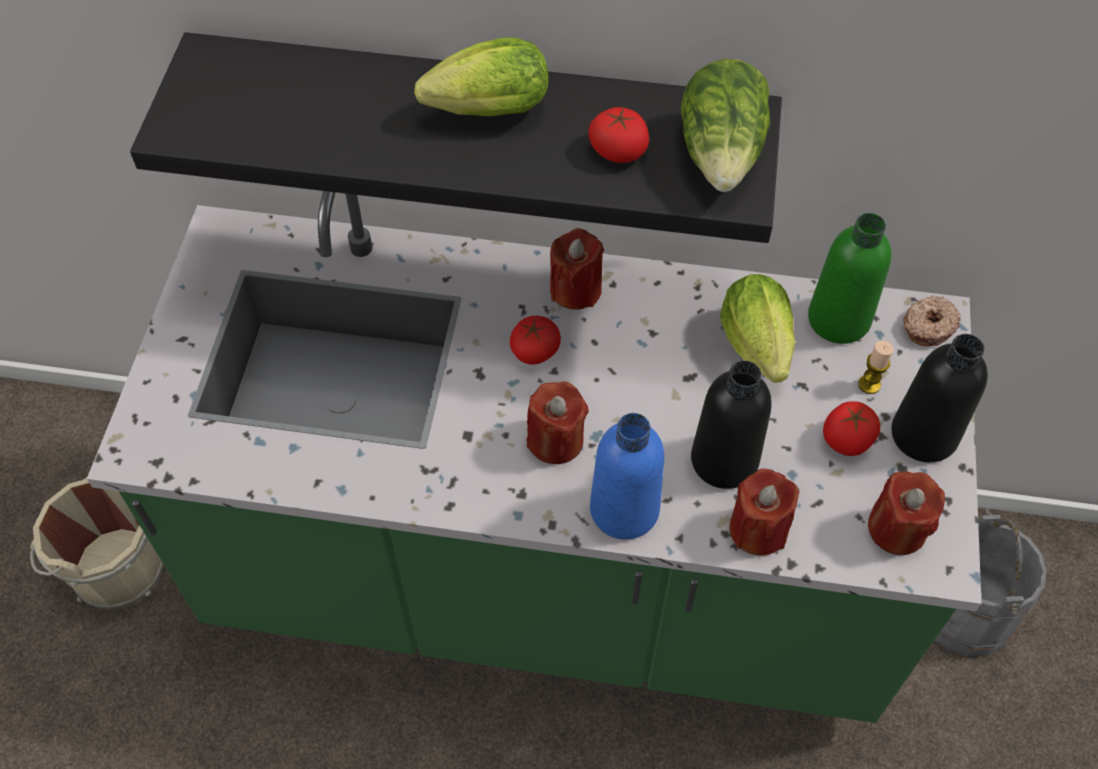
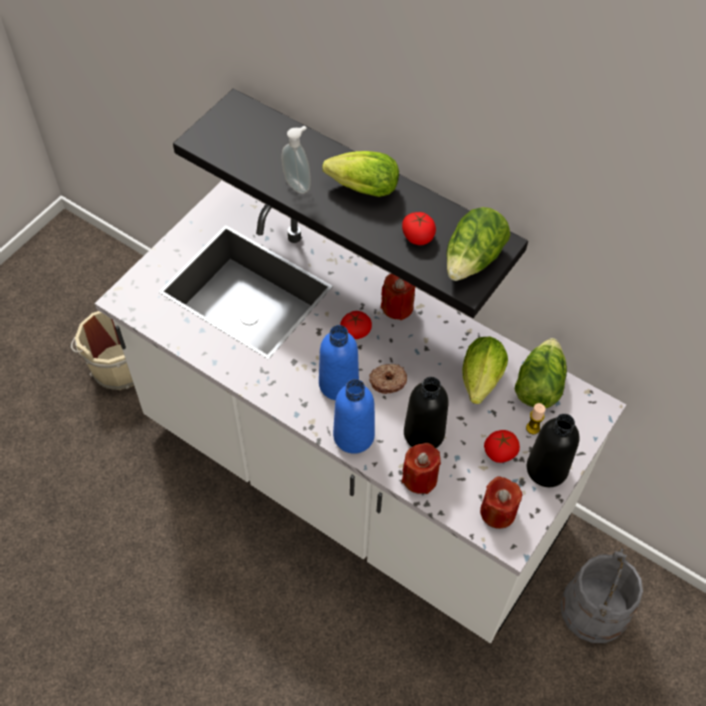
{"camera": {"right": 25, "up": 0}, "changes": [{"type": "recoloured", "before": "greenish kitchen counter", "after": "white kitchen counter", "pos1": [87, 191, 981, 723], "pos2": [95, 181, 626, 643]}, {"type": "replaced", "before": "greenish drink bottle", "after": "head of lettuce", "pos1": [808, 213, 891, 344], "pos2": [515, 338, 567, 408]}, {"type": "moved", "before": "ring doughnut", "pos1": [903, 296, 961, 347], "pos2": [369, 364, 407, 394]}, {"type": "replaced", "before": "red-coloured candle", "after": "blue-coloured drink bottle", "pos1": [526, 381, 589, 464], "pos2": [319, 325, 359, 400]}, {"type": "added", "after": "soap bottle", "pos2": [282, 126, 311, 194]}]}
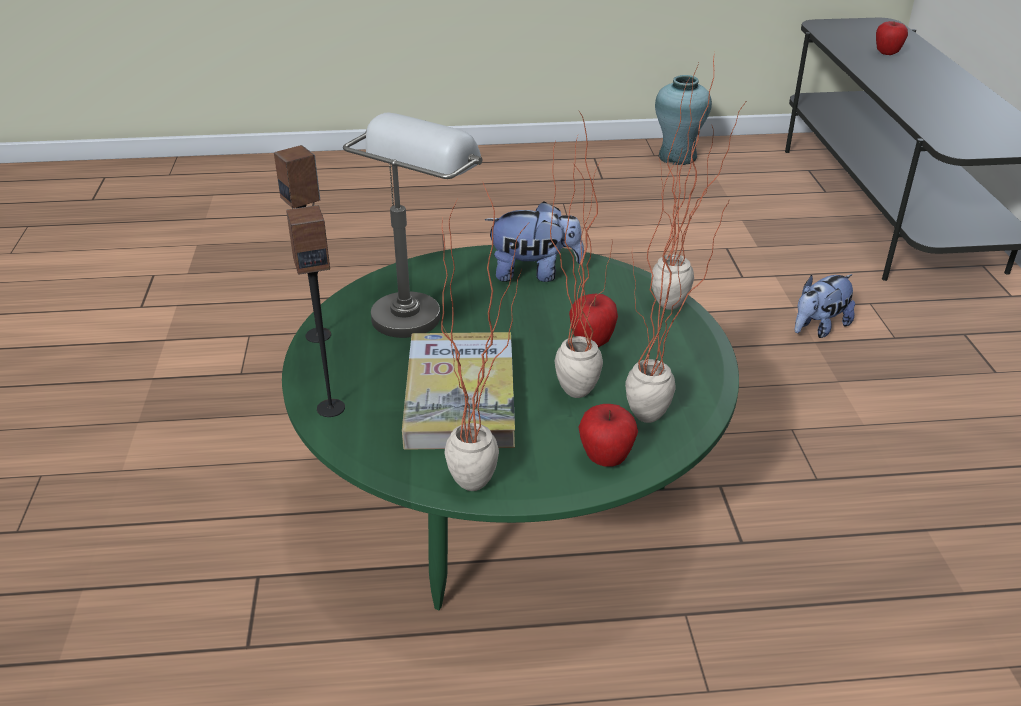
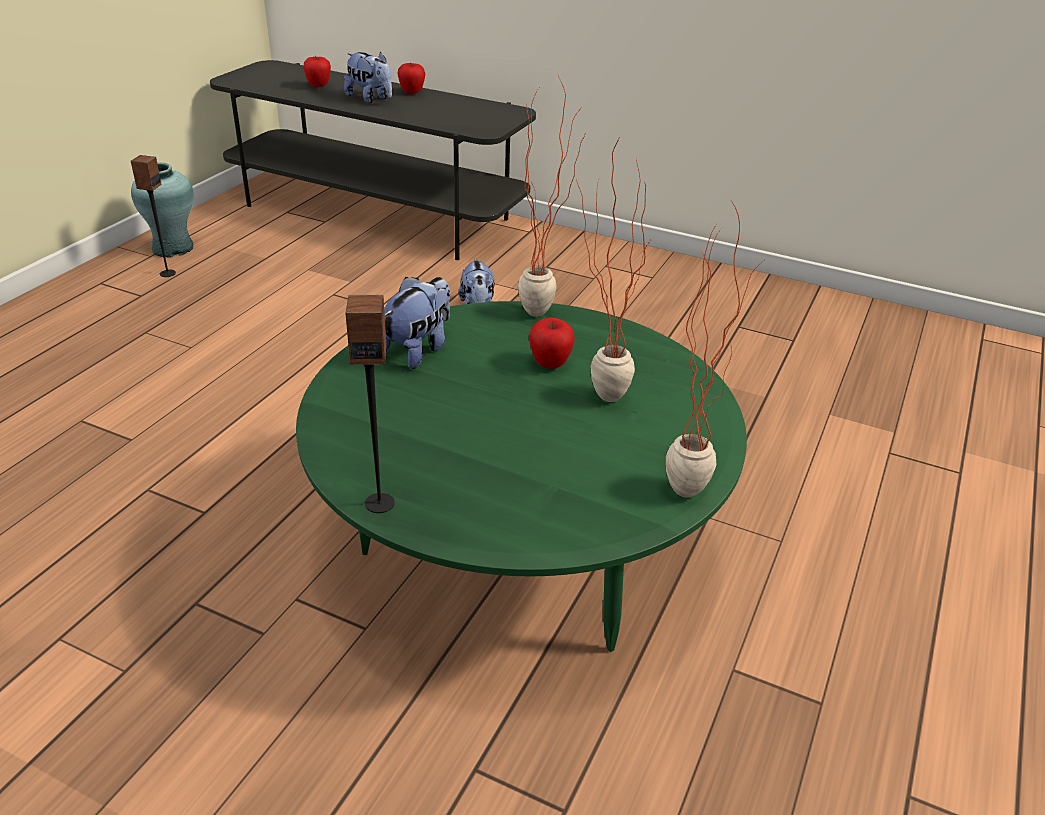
{"camera": {"right": -60, "up": 0}, "changes": [{"type": "removed", "before": "gray lamp for a table", "pos1": [343, 113, 482, 338]}, {"type": "removed", "before": "houseplant", "pos1": [625, 140, 729, 423]}, {"type": "moved", "before": "loudspeaker", "pos1": [286, 205, 345, 417], "pos2": [131, 155, 176, 277]}, {"type": "removed", "before": "book", "pos1": [402, 332, 515, 450]}, {"type": "moved", "before": "apple fruit", "pos1": [578, 404, 638, 467], "pos2": [397, 62, 425, 94]}, {"type": "added", "after": "soft toy", "pos2": [344, 52, 392, 103]}]}
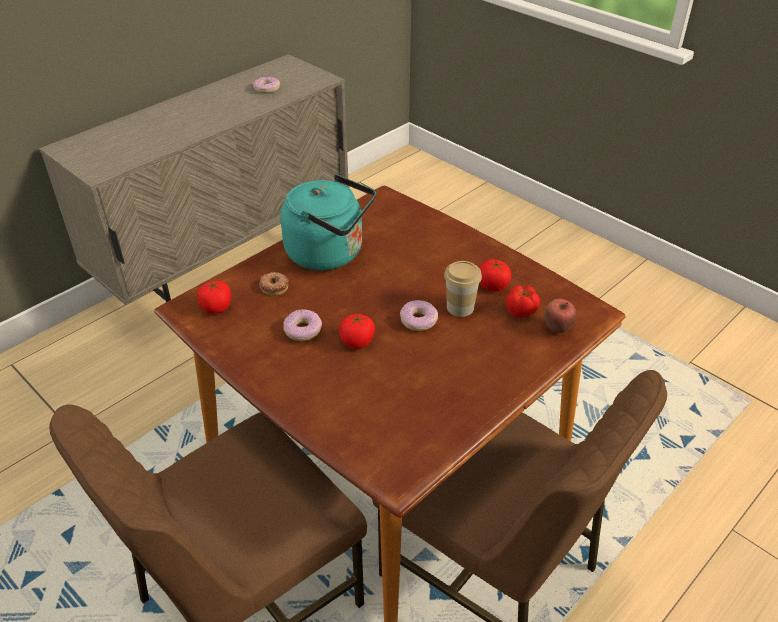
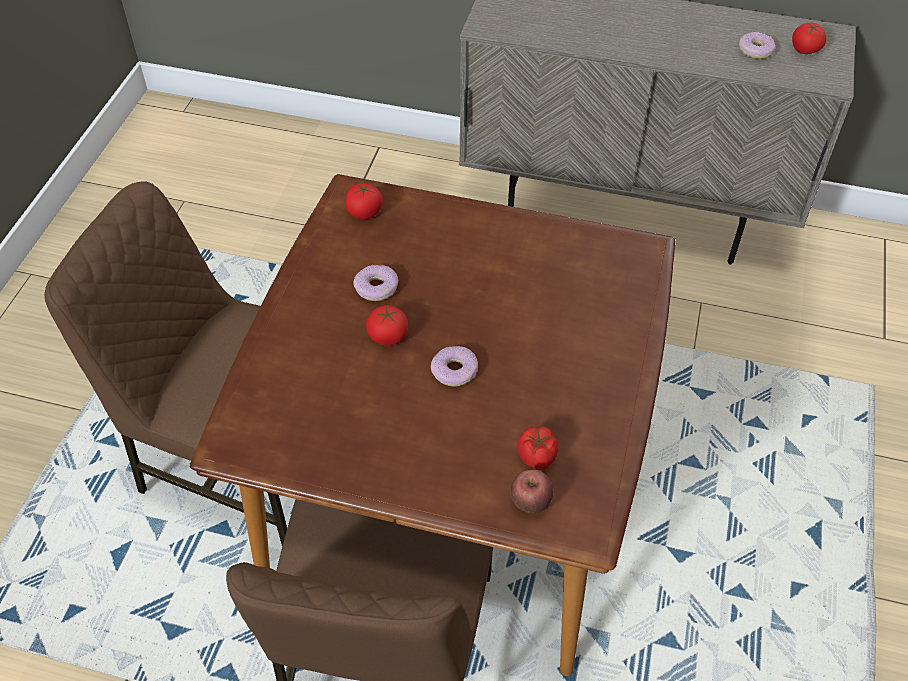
{"camera": {"right": 60, "up": 10}, "changes": [{"type": "removed", "before": "blue-green kettle", "pos1": [280, 174, 376, 270]}, {"type": "moved", "before": "whole tomato", "pos1": [479, 259, 511, 292], "pos2": [792, 23, 826, 54]}, {"type": "removed", "before": "drinking cup", "pos1": [444, 261, 482, 317]}, {"type": "removed", "before": "ring doughnut", "pos1": [259, 272, 288, 296]}]}
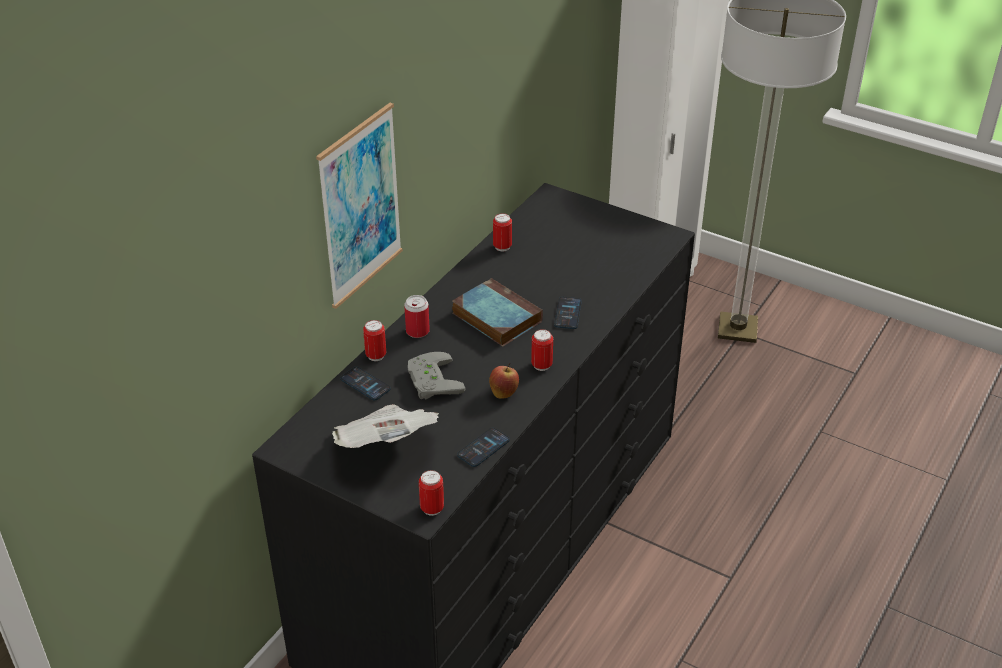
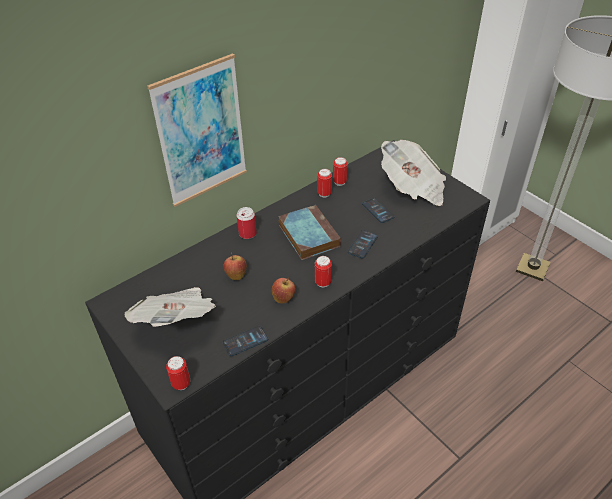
{"camera": {"right": 20, "up": 5}, "changes": [{"type": "moved", "before": "can", "pos1": [363, 320, 386, 361], "pos2": [317, 169, 332, 198]}, {"type": "replaced", "before": "gray game controller", "after": "apple fruit", "pos1": [408, 352, 466, 399], "pos2": [224, 253, 247, 280]}, {"type": "moved", "before": "handset", "pos1": [340, 367, 391, 401], "pos2": [362, 198, 394, 223]}, {"type": "added", "after": "daily paper", "pos2": [381, 140, 446, 206]}]}
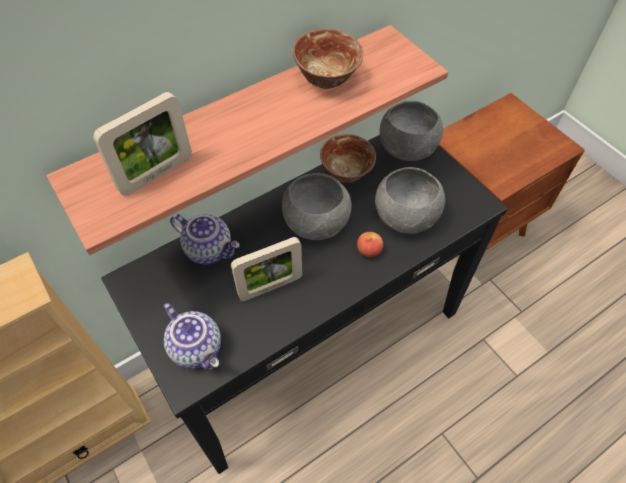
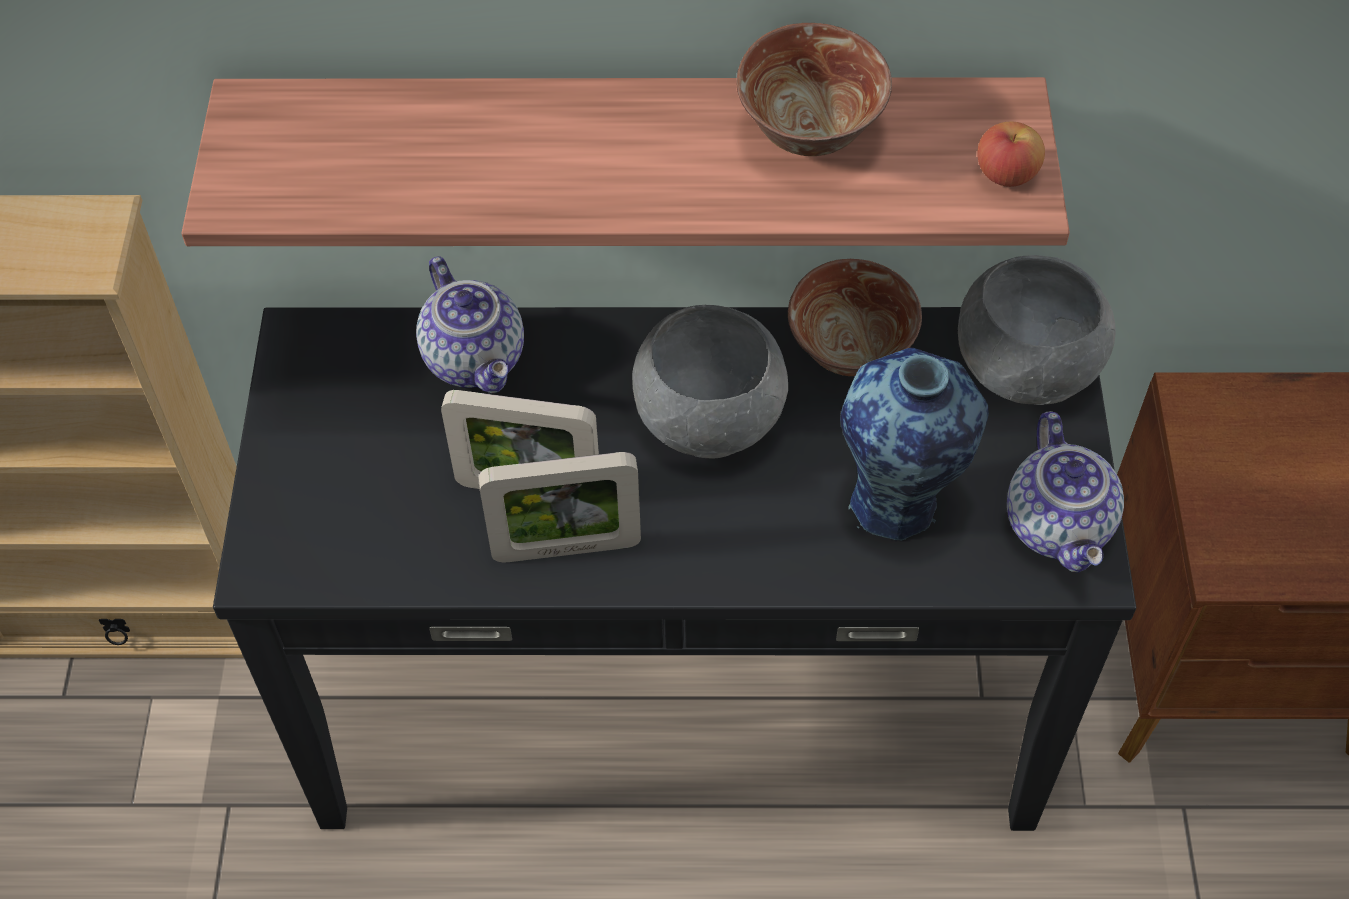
{"camera": {"right": 35, "up": 0}, "changes": [{"type": "moved", "before": "picture frame", "pos1": [93, 92, 192, 196], "pos2": [479, 452, 641, 563]}, {"type": "replaced", "before": "gray deep dish", "after": "decorative vase", "pos1": [375, 167, 445, 234], "pos2": [840, 348, 989, 541]}, {"type": "moved", "before": "apple fruit", "pos1": [357, 232, 383, 257], "pos2": [977, 121, 1045, 187]}, {"type": "moved", "before": "pot for tea", "pos1": [163, 303, 221, 370], "pos2": [1007, 411, 1124, 573]}]}
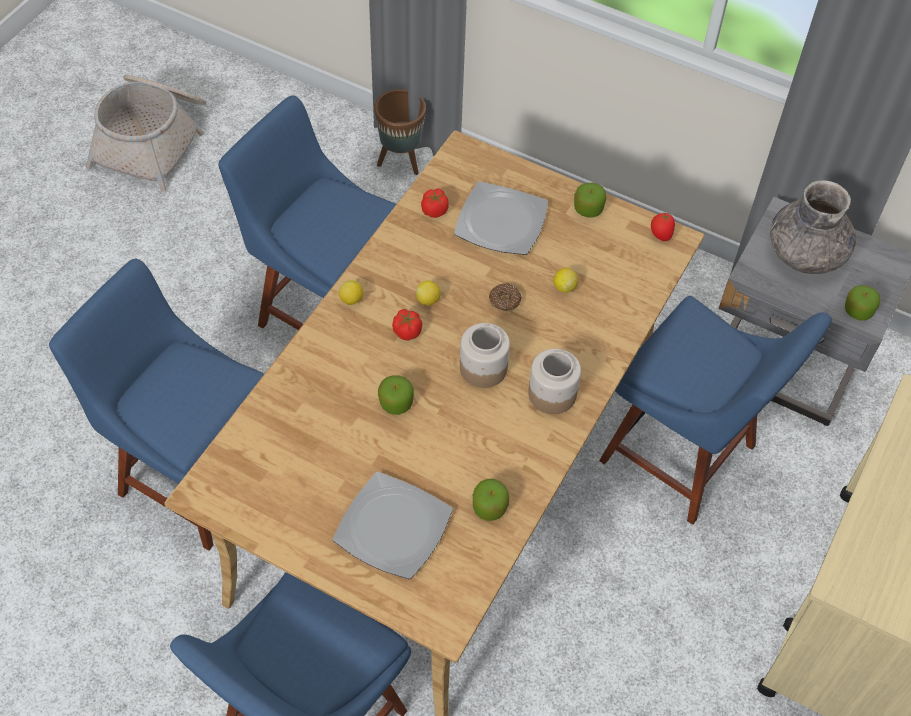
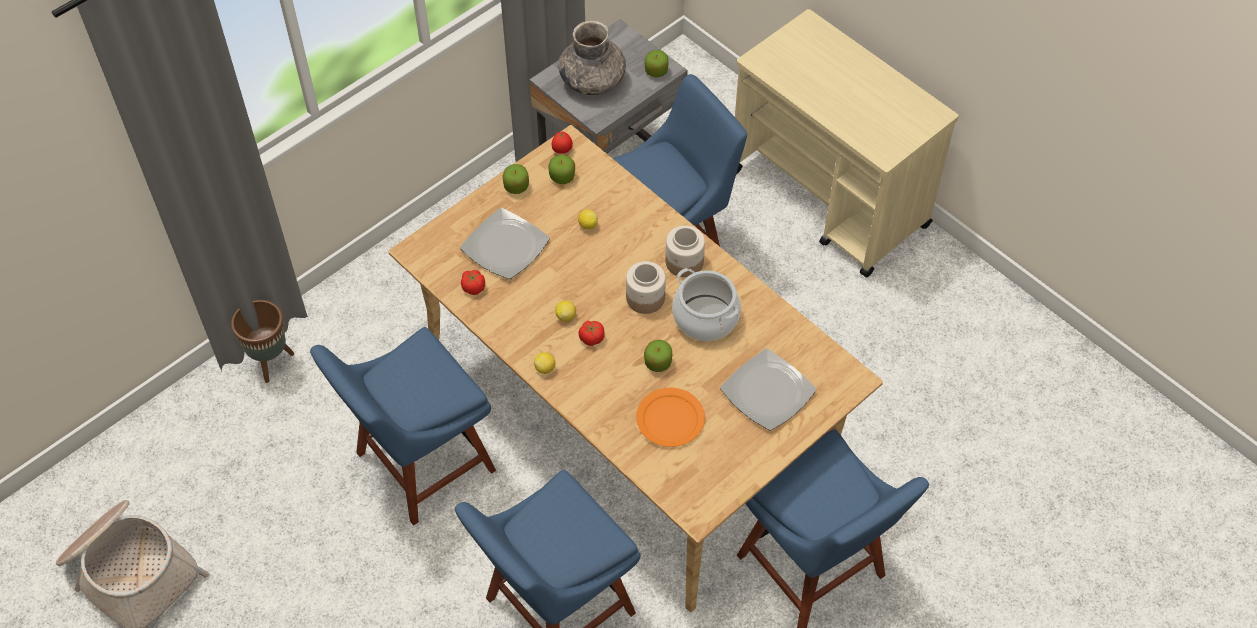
{"camera": {"right": -70, "up": 0}, "changes": [{"type": "removed", "before": "ring doughnut", "pos1": [489, 283, 522, 312]}, {"type": "moved", "before": "apple fruit", "pos1": [472, 479, 509, 521], "pos2": [548, 155, 575, 184]}, {"type": "added", "after": "stockpot", "pos2": [672, 268, 741, 341]}, {"type": "added", "after": "orange flat dish", "pos2": [636, 388, 705, 447]}]}
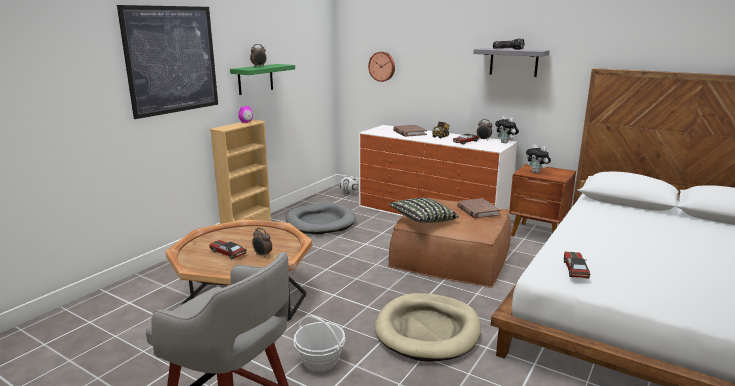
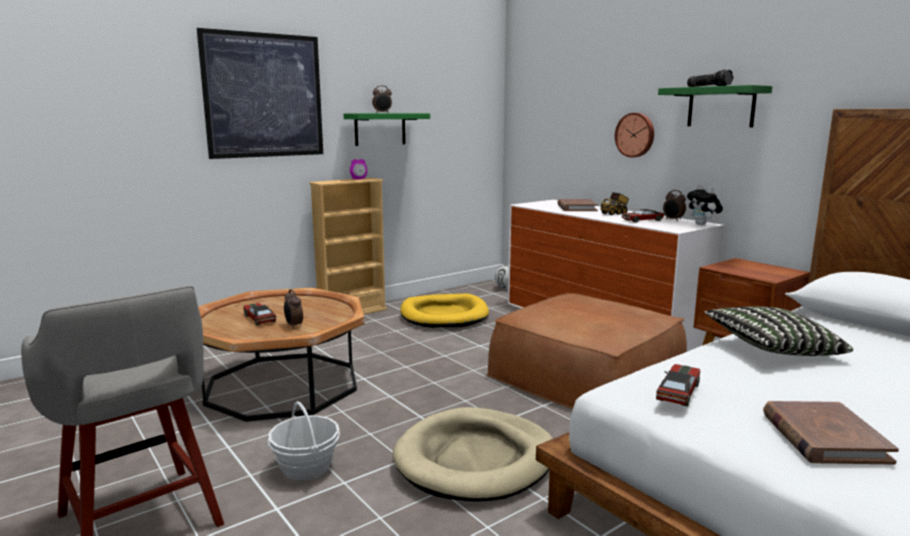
{"camera": {"right": 20, "up": -5}, "changes": [{"type": "recoloured", "before": "gray wall shelf", "after": "greenish wall shelf", "pos1": [473, 48, 550, 77], "pos2": [658, 85, 772, 127]}, {"type": "moved", "before": "clock on the wall", "pos1": [368, 52, 395, 82], "pos2": [615, 113, 654, 158]}, {"type": "removed", "before": "soft toy", "pos1": [526, 144, 551, 173]}, {"type": "moved", "before": "throw pillow", "pos1": [389, 198, 459, 223], "pos2": [704, 306, 853, 356]}, {"type": "moved", "before": "brown-coloured book", "pos1": [457, 198, 501, 219], "pos2": [763, 401, 899, 465]}, {"type": "recoloured", "before": "gray pet bed", "after": "yellowish pet bed", "pos1": [286, 203, 356, 234], "pos2": [400, 293, 489, 328]}]}
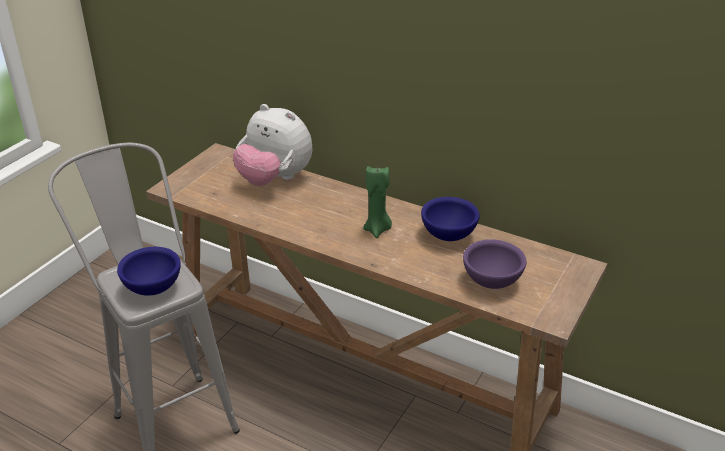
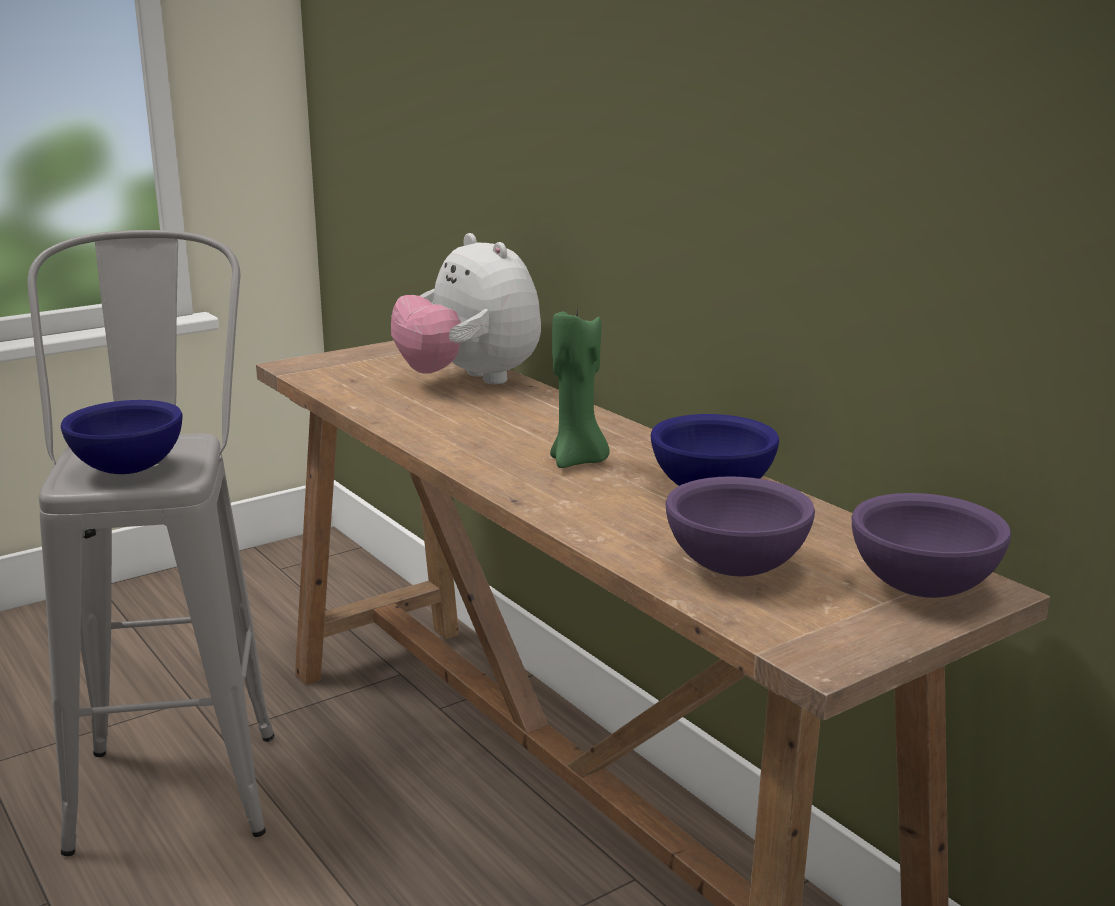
{"camera": {"right": 25, "up": -15}, "changes": [{"type": "added", "after": "purple deep dish", "pos2": [852, 493, 1011, 598]}]}
